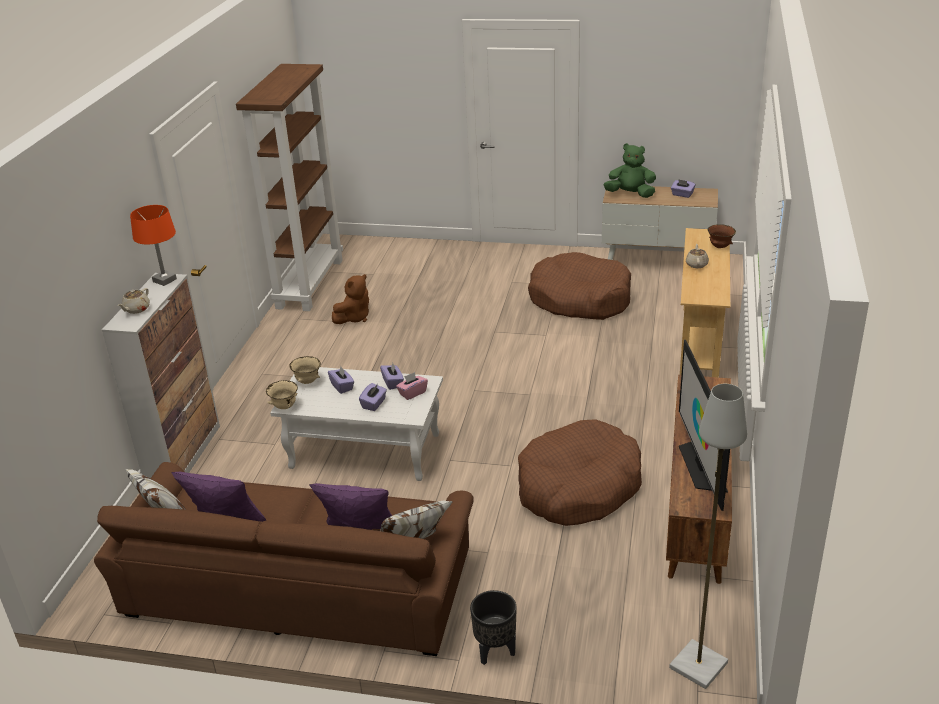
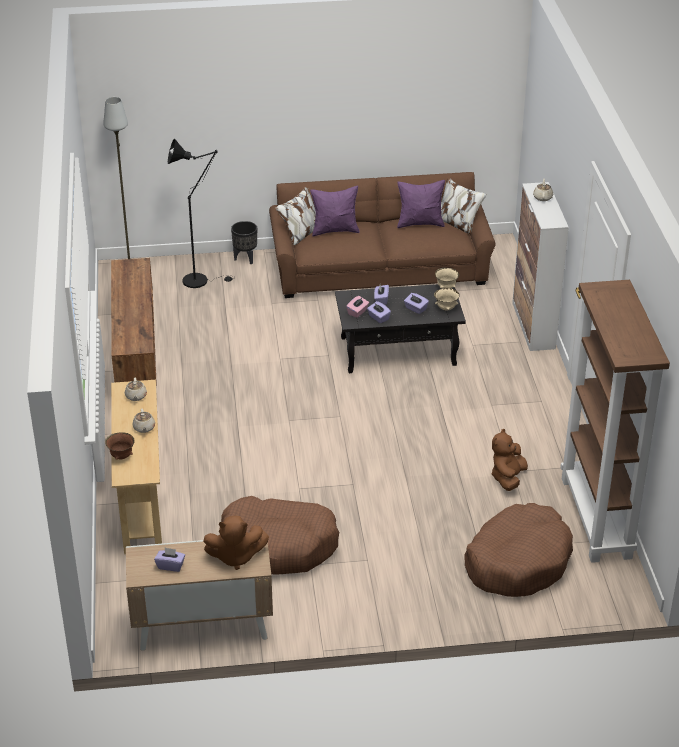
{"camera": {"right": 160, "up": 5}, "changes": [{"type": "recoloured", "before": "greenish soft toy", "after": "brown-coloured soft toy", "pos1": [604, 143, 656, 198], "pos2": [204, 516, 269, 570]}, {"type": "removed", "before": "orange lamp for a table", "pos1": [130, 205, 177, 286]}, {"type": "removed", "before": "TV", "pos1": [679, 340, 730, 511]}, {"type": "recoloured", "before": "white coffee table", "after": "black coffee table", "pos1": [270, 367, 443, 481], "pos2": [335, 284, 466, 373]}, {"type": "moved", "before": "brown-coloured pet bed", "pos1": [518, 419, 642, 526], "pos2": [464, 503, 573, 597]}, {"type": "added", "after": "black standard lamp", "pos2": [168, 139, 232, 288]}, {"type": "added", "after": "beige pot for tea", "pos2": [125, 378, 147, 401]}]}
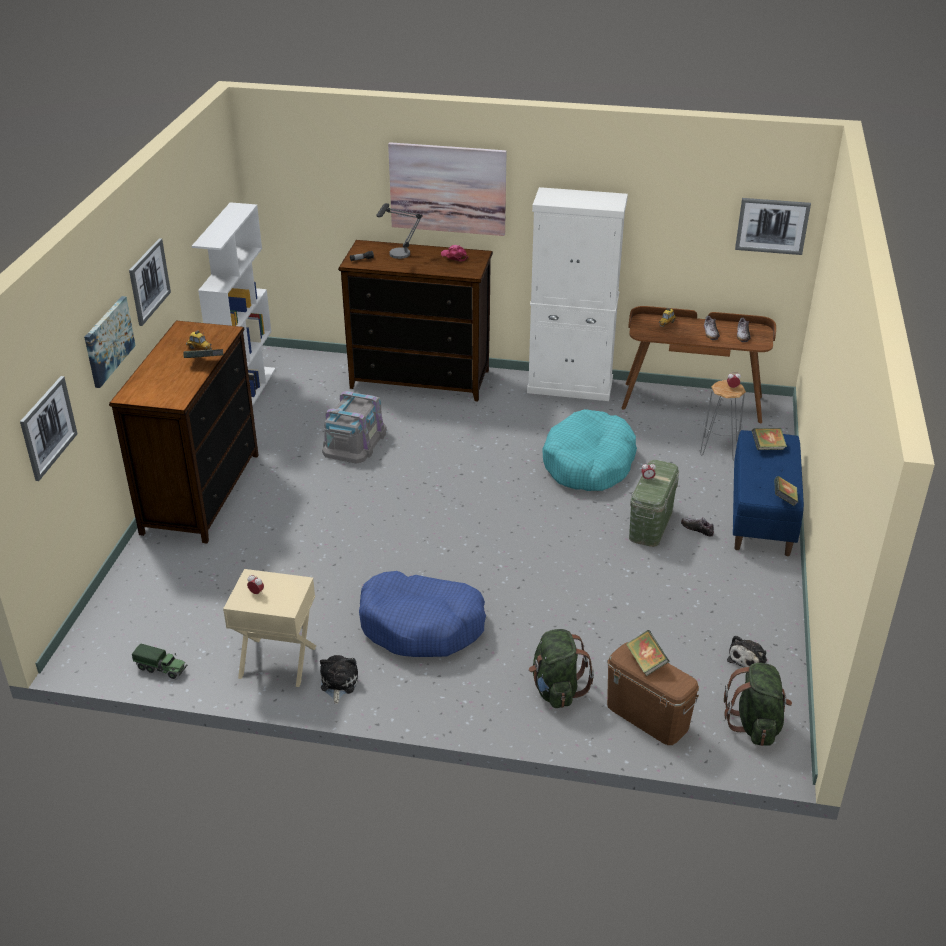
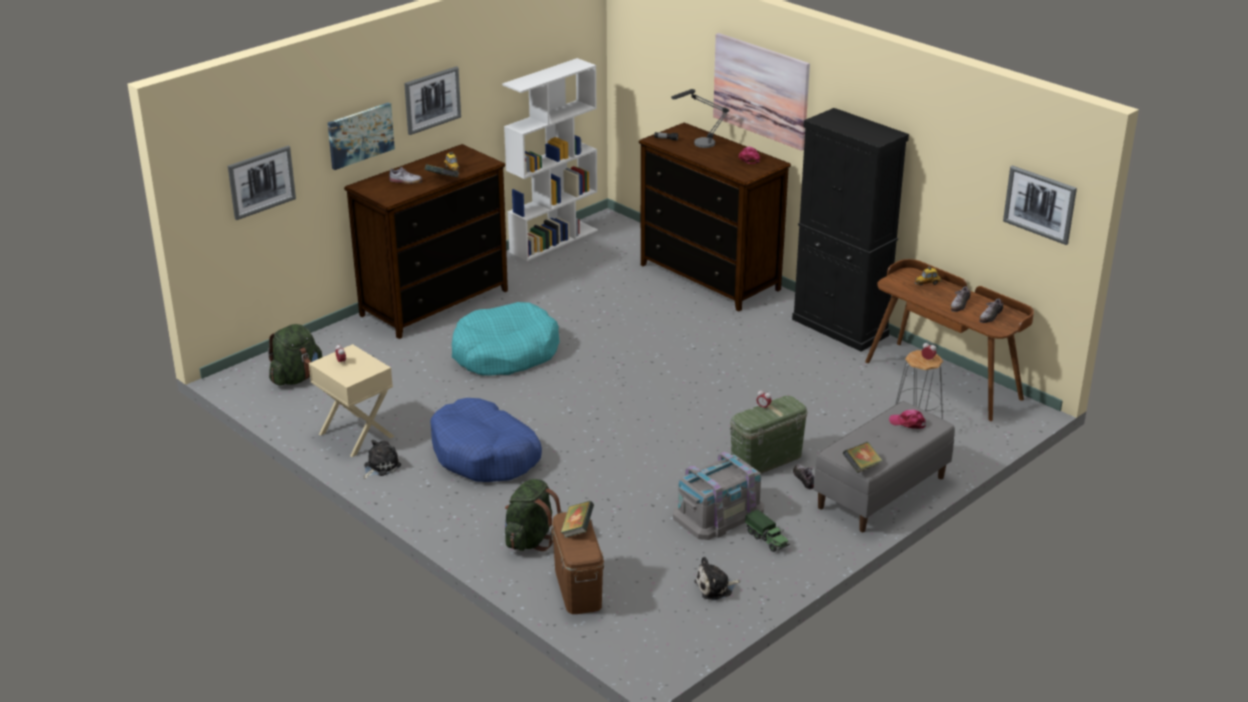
{"camera": {"right": 35, "up": -5}, "changes": [{"type": "recoloured", "before": "white cupboard", "after": "black cupboard", "pos1": [527, 187, 628, 401], "pos2": [792, 108, 909, 352]}, {"type": "moved", "before": "gray storage bin", "pos1": [322, 391, 387, 464], "pos2": [673, 452, 764, 540]}, {"type": "moved", "before": "blue-green pet bed", "pos1": [542, 409, 637, 491], "pos2": [452, 302, 560, 376]}, {"type": "replaced", "before": "book", "after": "pink baseball cap", "pos1": [752, 428, 787, 450], "pos2": [889, 409, 926, 429]}, {"type": "recoloured", "before": "blue-coloured bench", "after": "gray bench", "pos1": [733, 430, 804, 556], "pos2": [814, 401, 955, 532]}, {"type": "moved", "before": "toy lorry", "pos1": [132, 644, 187, 679], "pos2": [745, 510, 790, 552]}, {"type": "moved", "before": "greenish rucksack", "pos1": [724, 663, 792, 746], "pos2": [268, 324, 322, 386]}, {"type": "added", "after": "shoe", "pos2": [389, 167, 423, 184]}]}
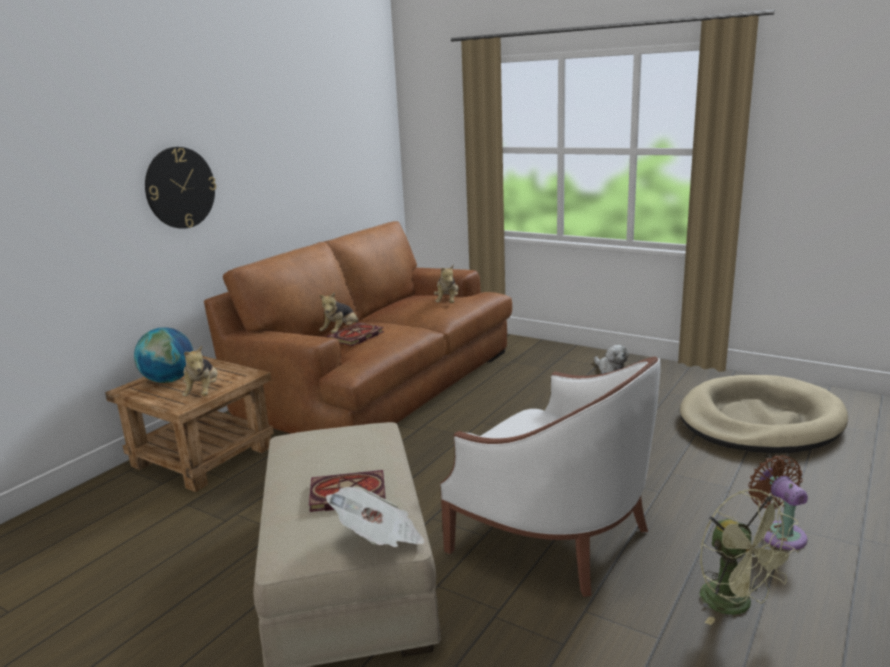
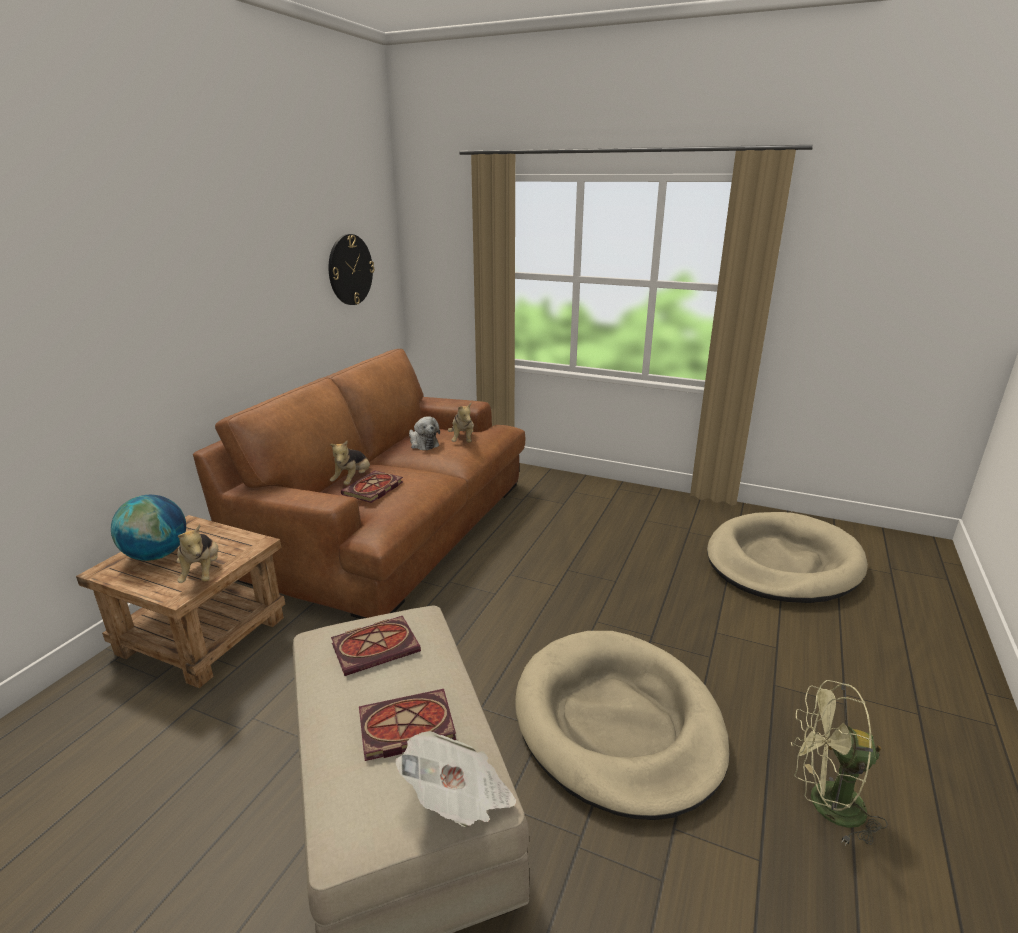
{"camera": {"right": -10, "up": 5}, "changes": [{"type": "moved", "before": "clock on the wall", "pos1": [145, 147, 216, 229], "pos2": [329, 234, 374, 305]}, {"type": "moved", "before": "soft toy", "pos1": [594, 345, 629, 374], "pos2": [409, 416, 440, 450]}, {"type": "replaced", "before": "white lounge chair", "after": "beige pet bed", "pos1": [440, 356, 661, 597], "pos2": [515, 631, 730, 820]}, {"type": "removed", "before": "brown-coloured cooling fan", "pos1": [748, 455, 808, 550]}, {"type": "turned", "before": "greenish cooling fan", "pos1": [700, 489, 799, 625], "pos2": [791, 680, 888, 846], "turn": 135}, {"type": "added", "after": "book", "pos2": [331, 616, 421, 676]}]}
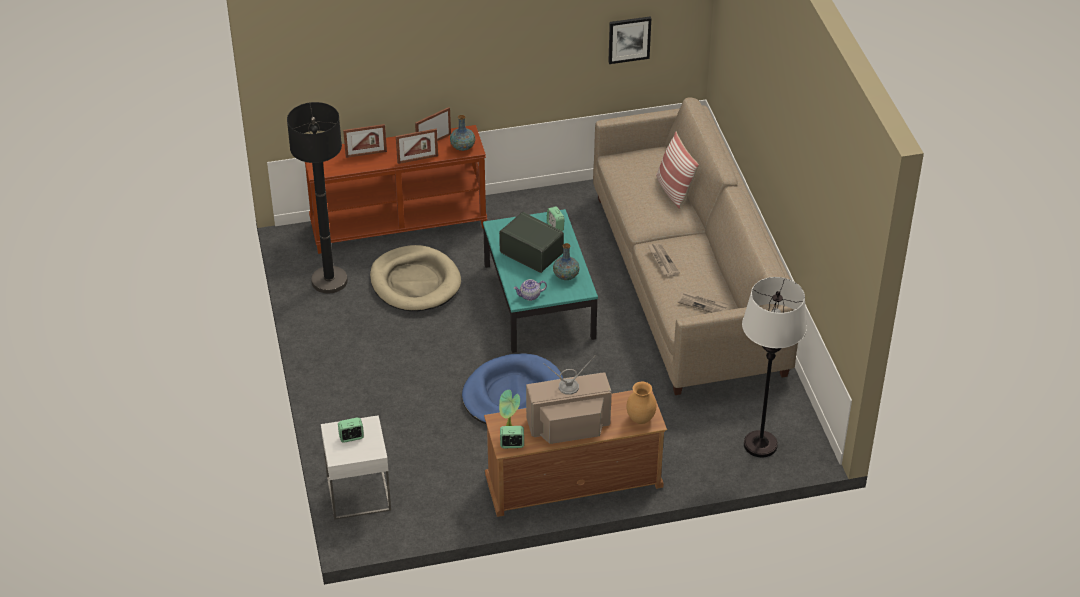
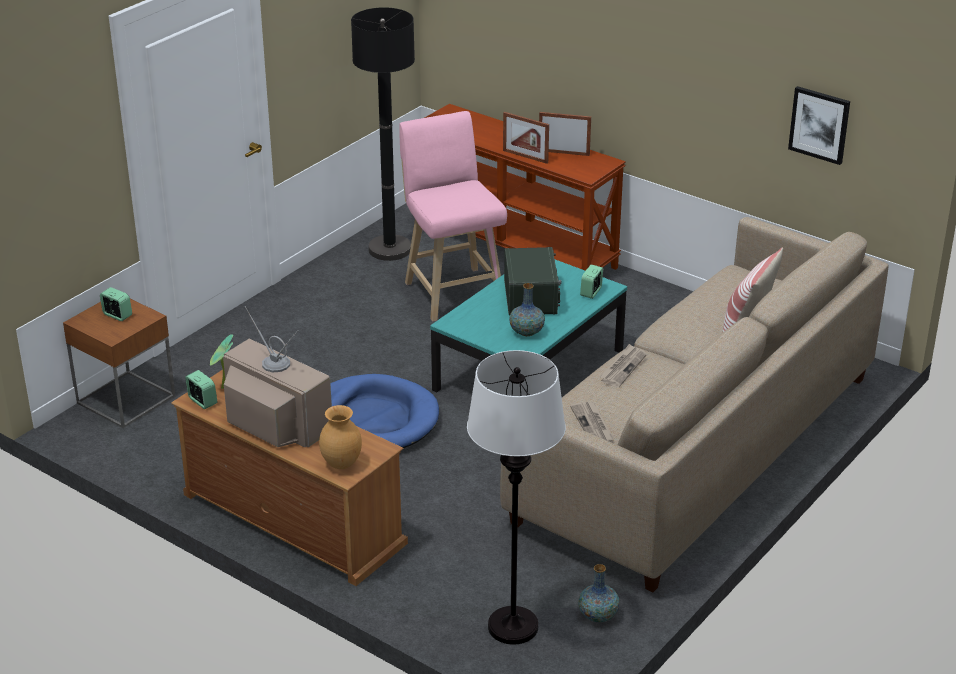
{"camera": {"right": 50, "up": -10}, "changes": [{"type": "moved", "before": "decorative vase", "pos1": [450, 115, 475, 151], "pos2": [578, 564, 620, 622]}, {"type": "removed", "before": "picture frame", "pos1": [343, 124, 387, 158]}, {"type": "replaced", "before": "beige pet bed", "after": "pink stool", "pos1": [370, 245, 461, 311], "pos2": [399, 111, 507, 321]}, {"type": "removed", "before": "pot for tea", "pos1": [514, 279, 547, 301]}, {"type": "recoloured", "before": "white end table", "after": "brown-coloured end table", "pos1": [321, 415, 391, 520], "pos2": [63, 299, 175, 428]}]}
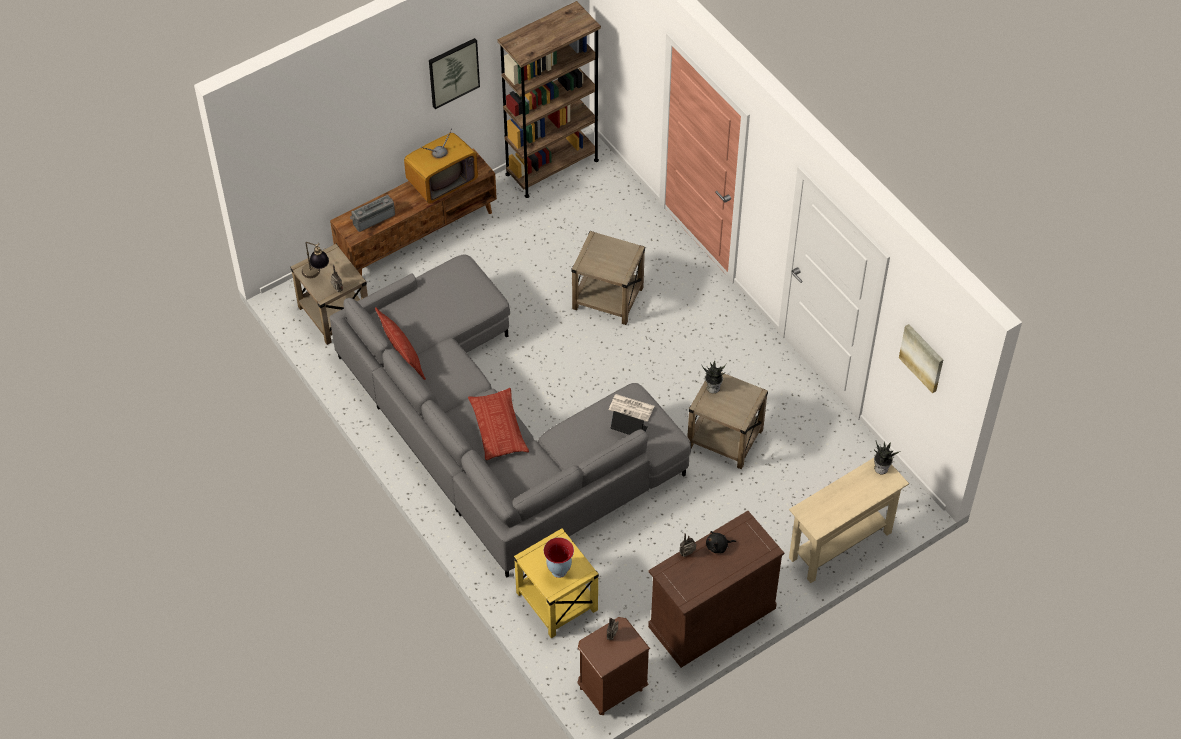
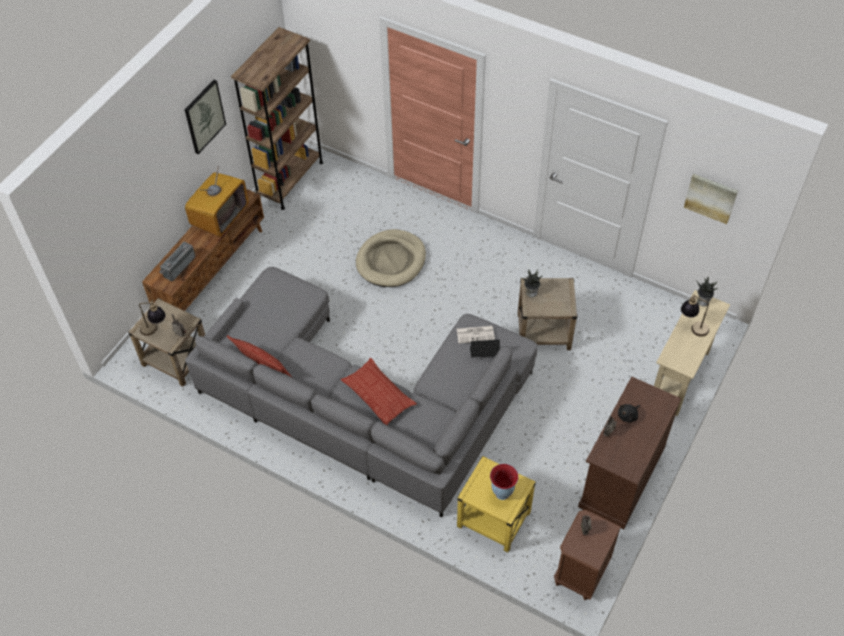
{"camera": {"right": -25, "up": 0}, "changes": [{"type": "replaced", "before": "beige end table", "after": "beige pet bed", "pos1": [572, 231, 645, 325], "pos2": [356, 229, 426, 287]}, {"type": "added", "after": "lamp for a table", "pos2": [681, 295, 709, 337]}]}
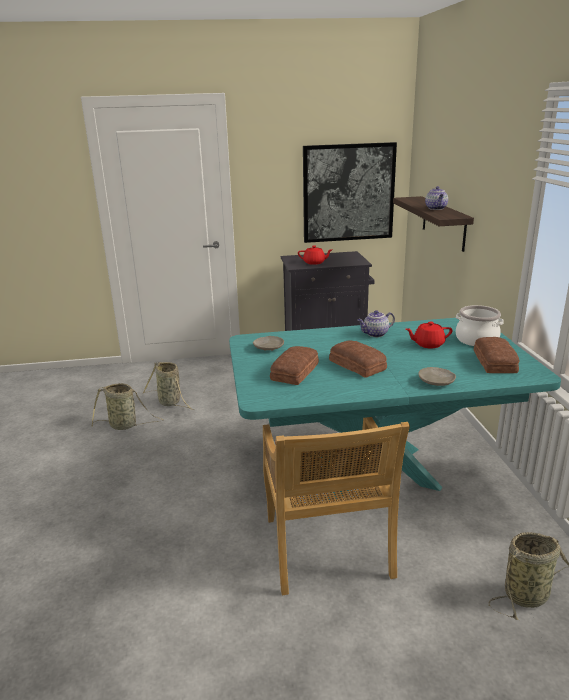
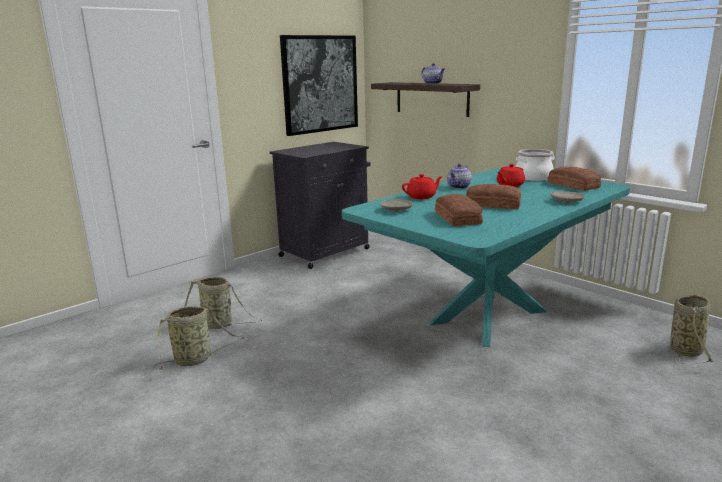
{"camera": {"right": -35, "up": -5}, "changes": [{"type": "moved", "before": "red-coloured pot for tea", "pos1": [298, 246, 332, 265], "pos2": [402, 174, 443, 199]}, {"type": "removed", "before": "beige upright chair", "pos1": [263, 417, 410, 595]}]}
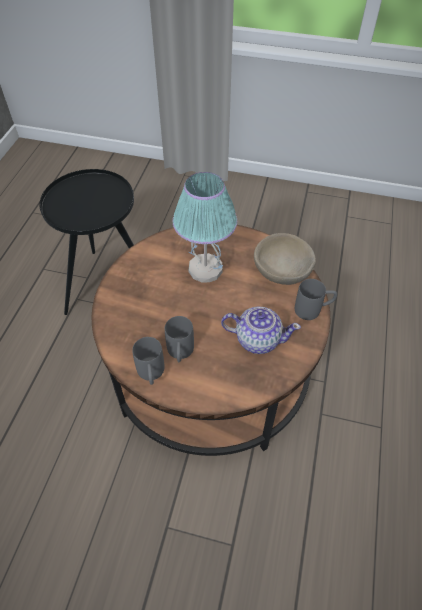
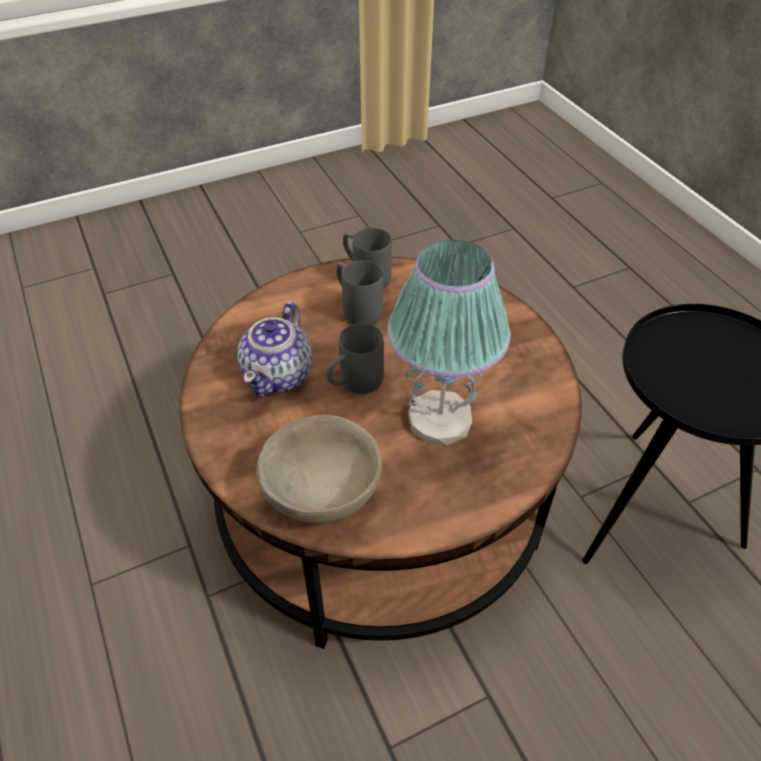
{"camera": {"right": 140, "up": -5}, "changes": [{"type": "moved", "before": "gray tea mug", "pos1": [295, 279, 337, 320], "pos2": [327, 323, 384, 394]}, {"type": "turned", "before": "pot for tea", "pos1": [221, 307, 301, 354], "pos2": [237, 302, 312, 397], "turn": -45}]}
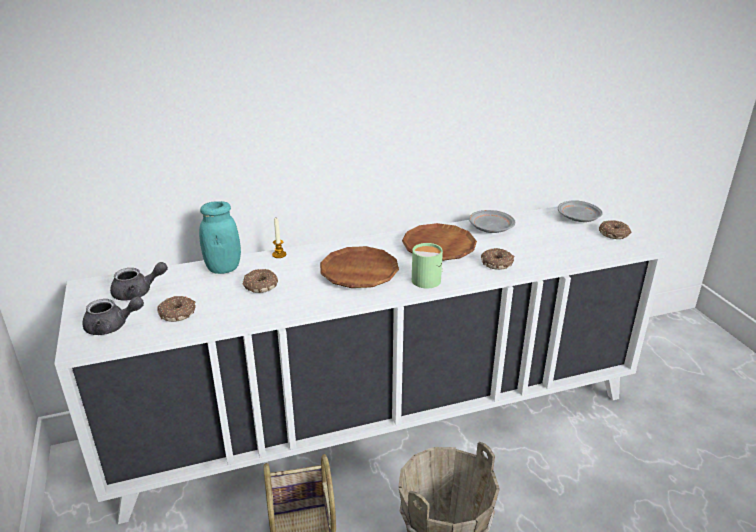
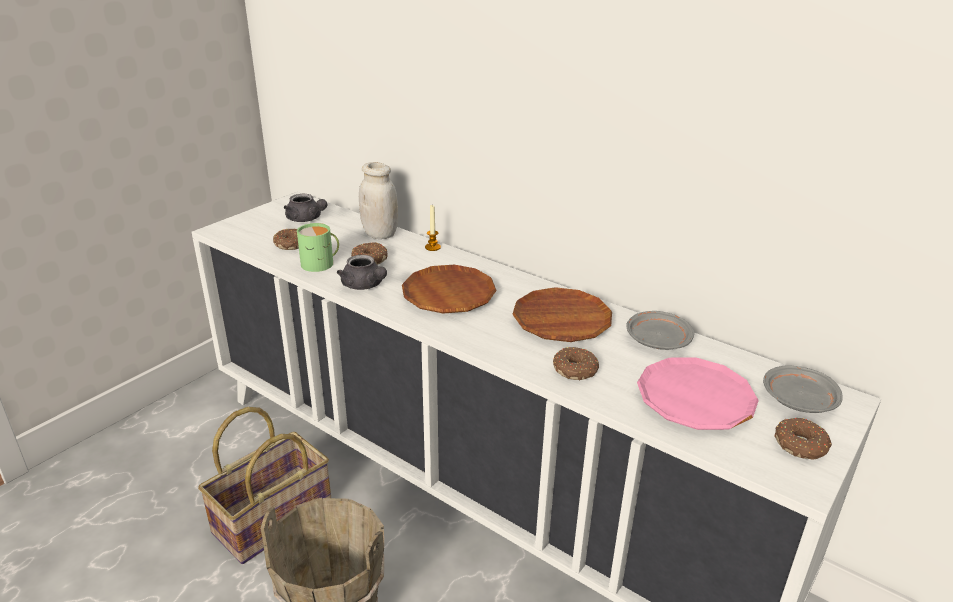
{"camera": {"right": 55, "up": 0}, "changes": [{"type": "recoloured", "before": "blue-green storage jar", "after": "white storage jar", "pos1": [199, 201, 241, 274], "pos2": [359, 162, 398, 239]}, {"type": "moved", "before": "greenish tea mug", "pos1": [412, 243, 443, 288], "pos2": [297, 223, 339, 272]}, {"type": "moved", "before": "gray pot for tea", "pos1": [82, 297, 144, 335], "pos2": [337, 255, 387, 290]}, {"type": "added", "after": "pink flat dish", "pos2": [637, 357, 759, 430]}]}
